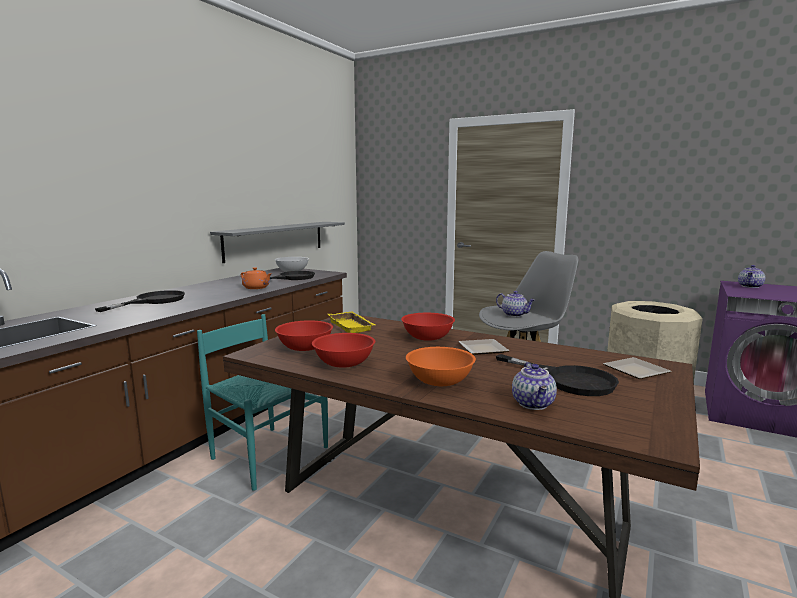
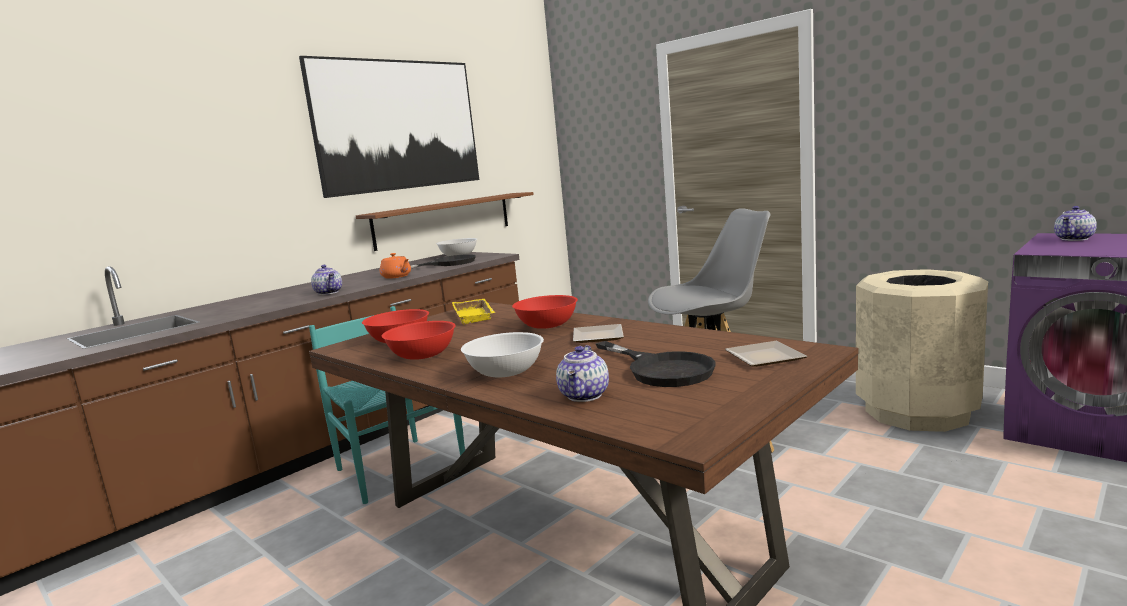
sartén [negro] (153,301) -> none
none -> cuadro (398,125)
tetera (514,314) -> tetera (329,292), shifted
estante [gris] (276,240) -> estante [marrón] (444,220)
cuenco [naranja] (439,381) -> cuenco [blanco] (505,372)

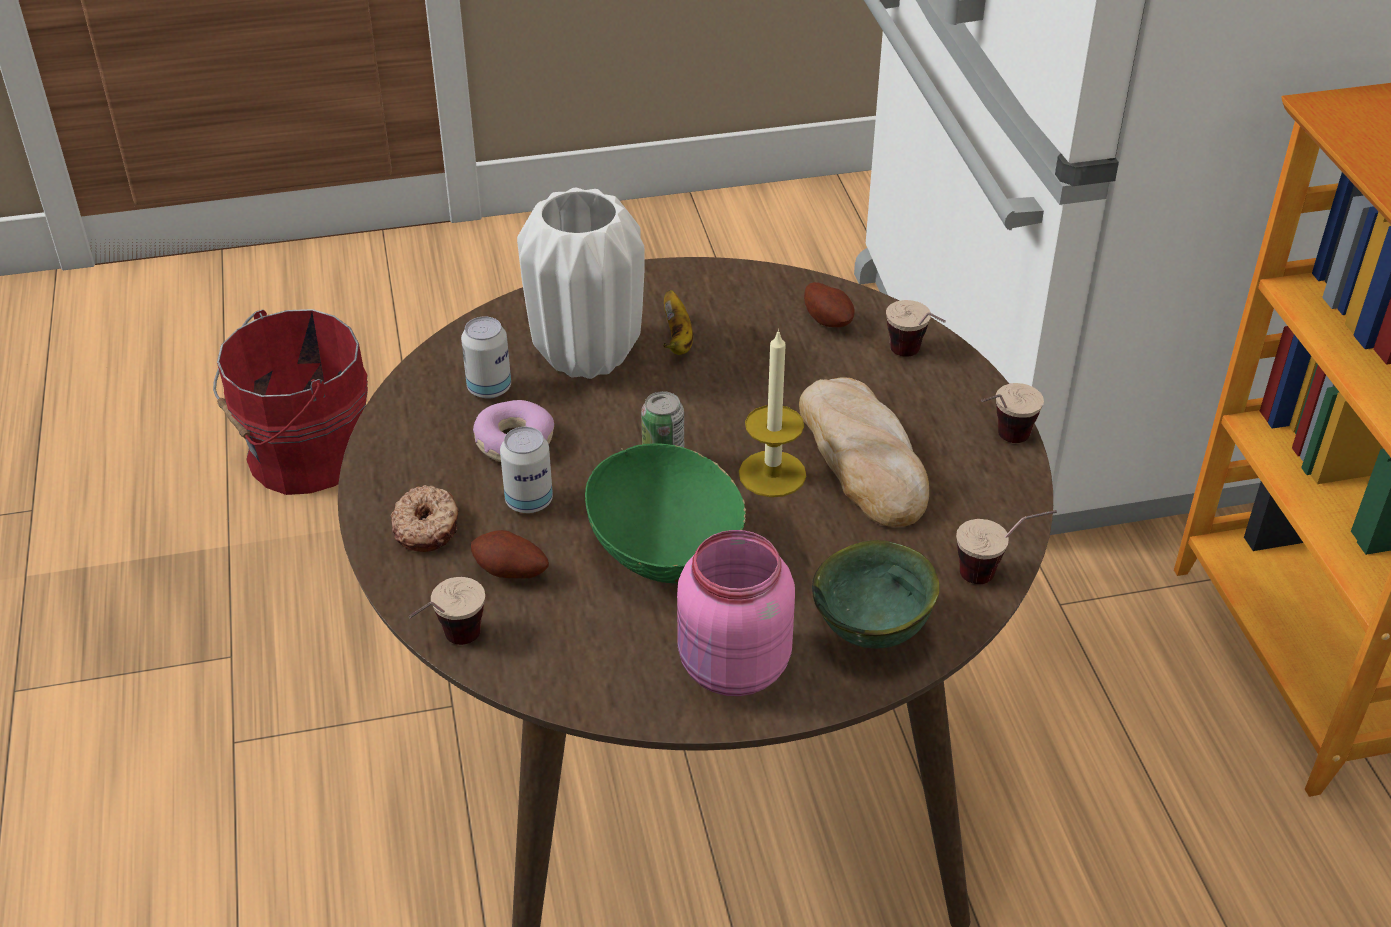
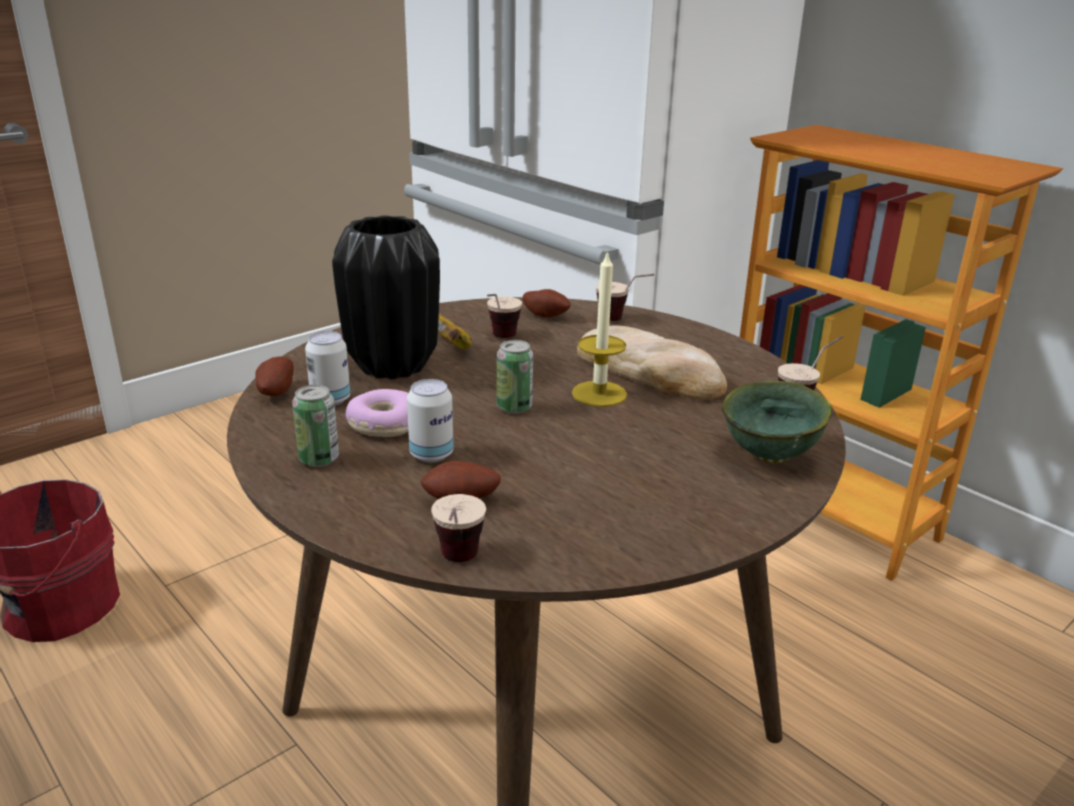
rosquilla (427,527) -> none
cuenco [verde] (667,550) -> none
tarro [rosa] (732,668) -> none
none -> patata (275,392)
none -> lata (319,459)
taza (1001,442) -> taza (499,339), shifted
florero [blanco] (588,356) -> florero [negro] (394,366)

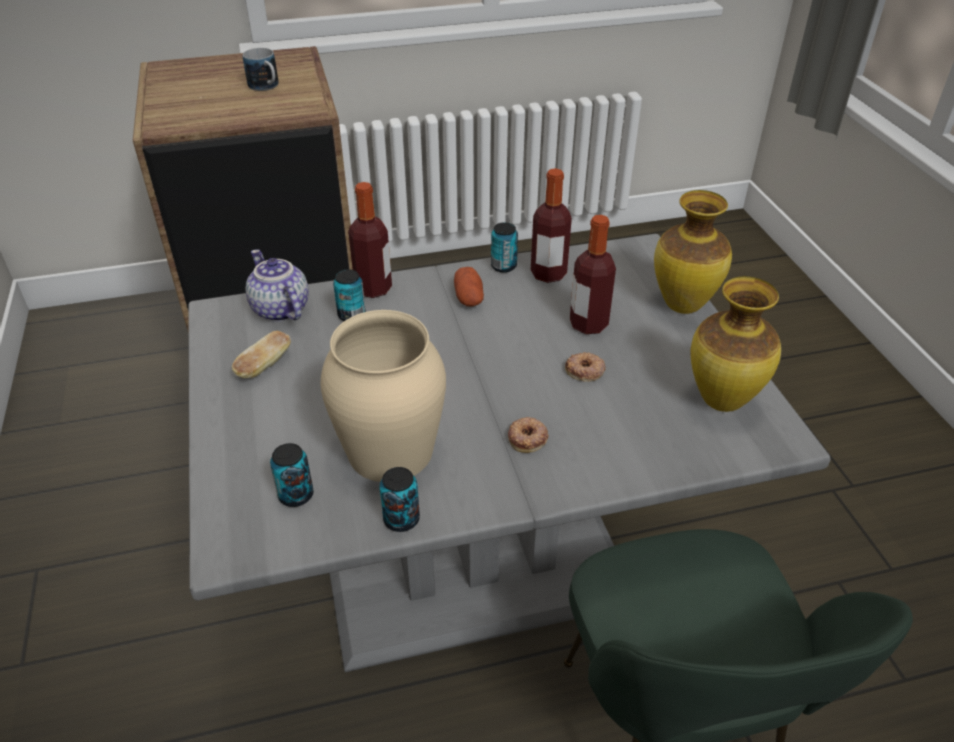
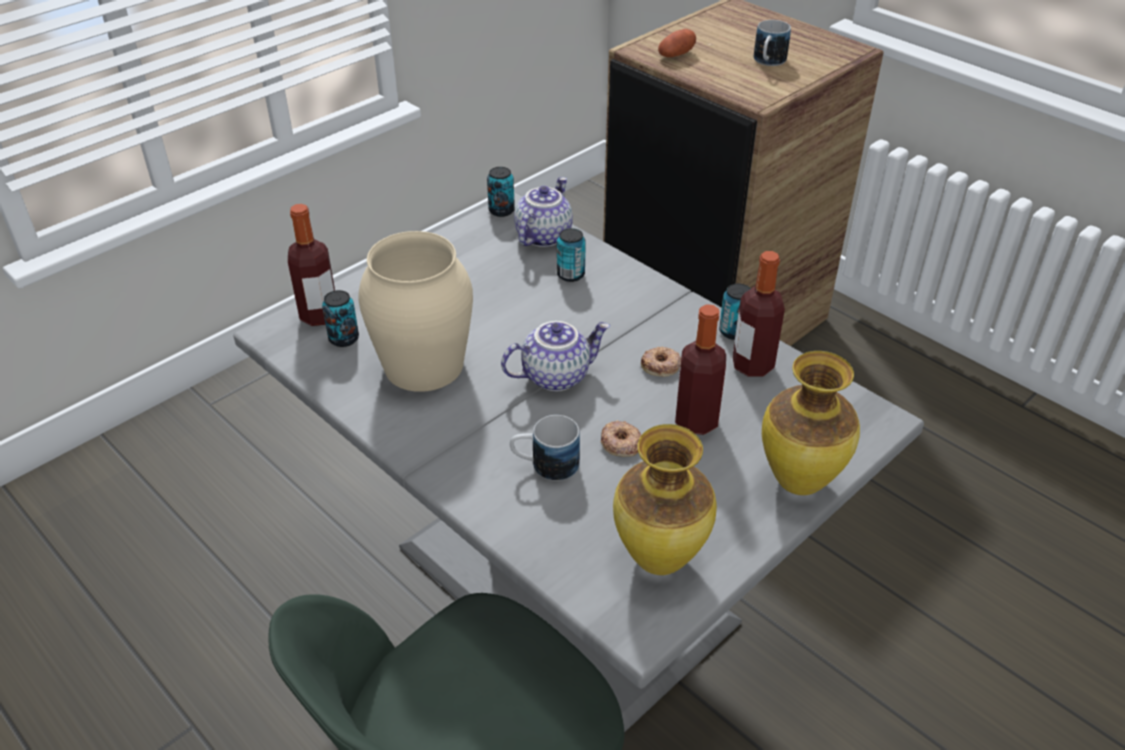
pan (264,366) -> none
none -> tetera (556,375)
none -> taza grande (545,465)
botella (373,288) -> botella (319,315), shifted
lata (401,519) -> lata (501,210), shifted
patata (469,297) -> patata (676,55), shifted
rosquilla (528,438) -> rosquilla (661,365), shifted

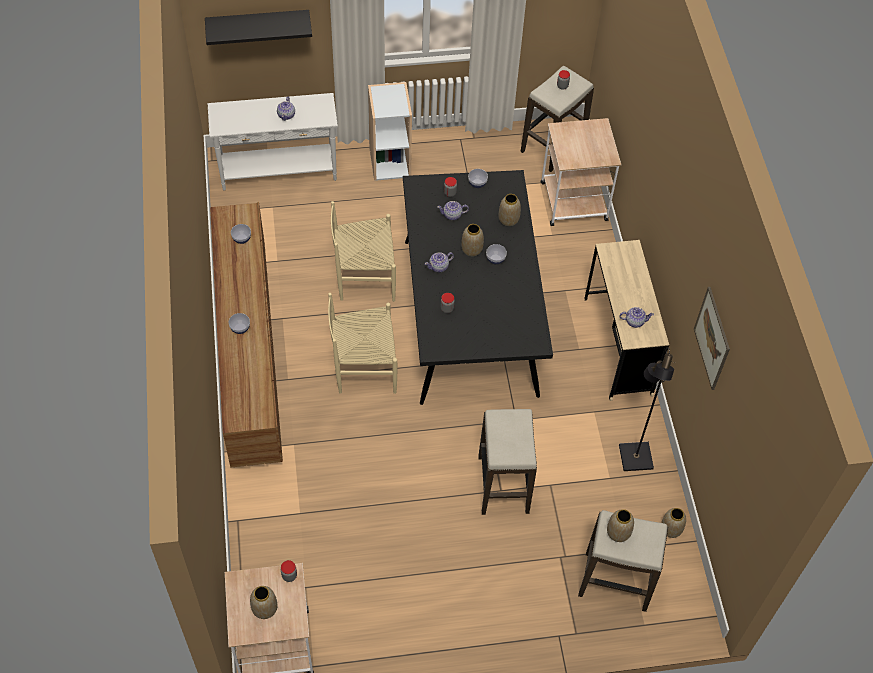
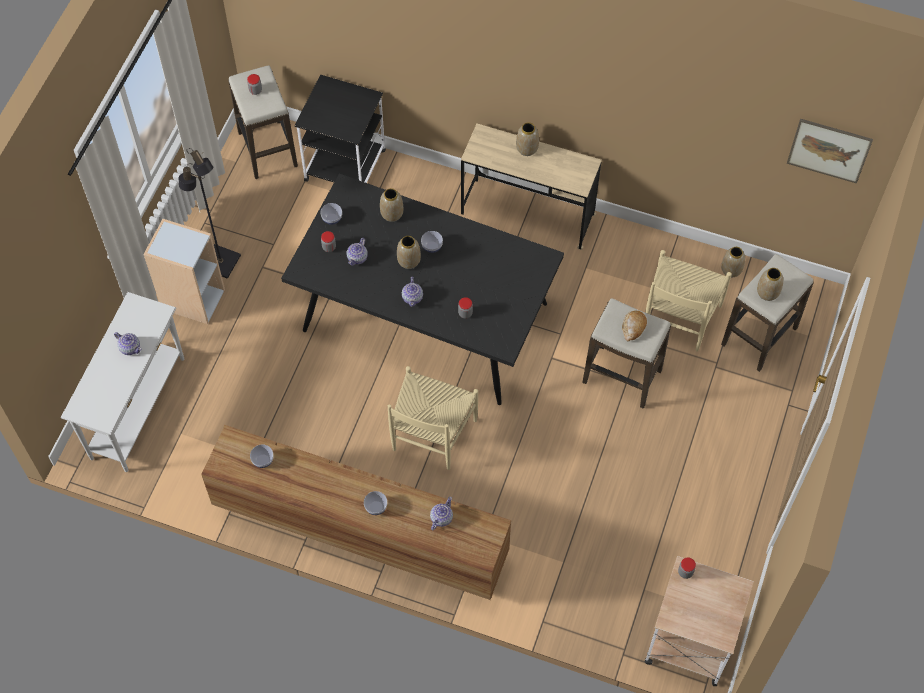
estante [negro] (258,24) -> none
none -> pan (633,327)
florero (264,608) -> florero (526,149), shifted
silla [beis] (364,277) -> silla [beis] (678,319), shifted
lámpara de pie [negro] (636,457) -> lámpara de pie [negro] (220,261), shifted
tetera (634,321) -> tetera (441,518), shifted
cuadro (712,338) -> cuadro (829,150), shifted
carrito [beis] (574,202) -> carrito [negro] (346,166)

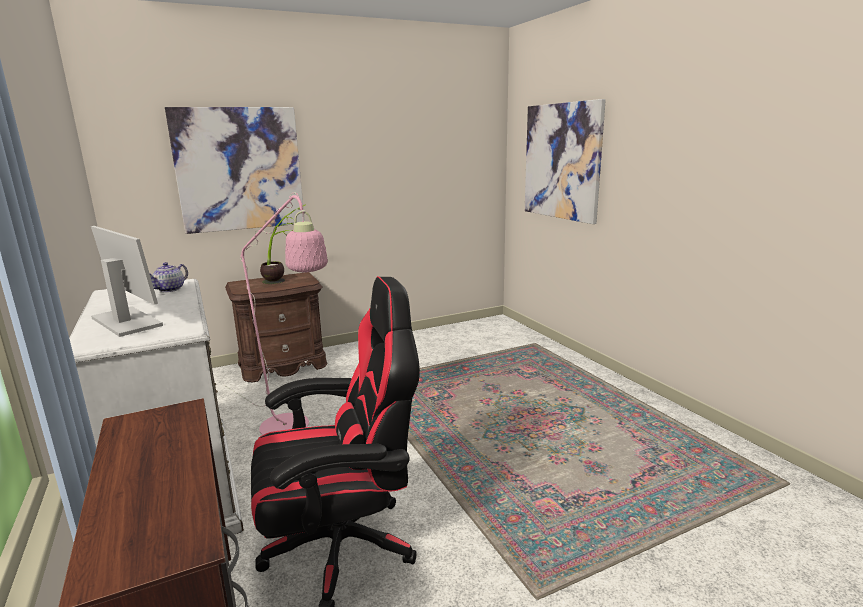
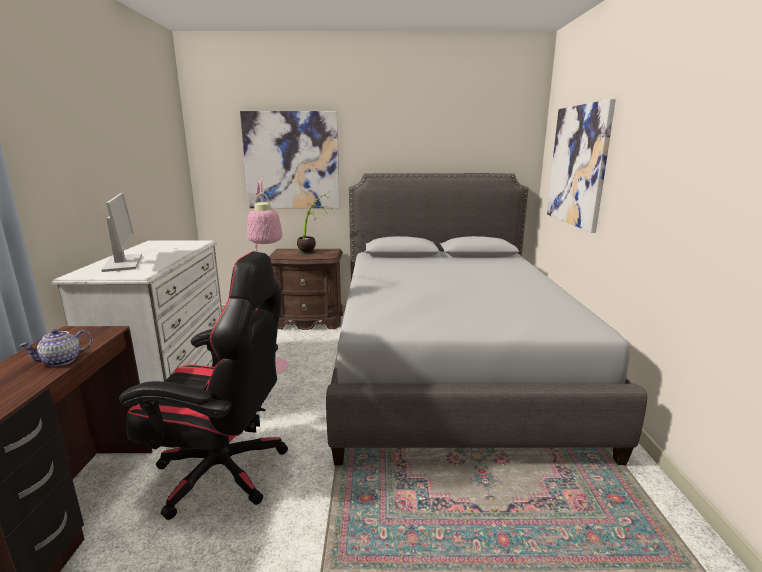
none -> cama [gris] (449,366)
tetera (170,289) -> tetera (62,361), shifted

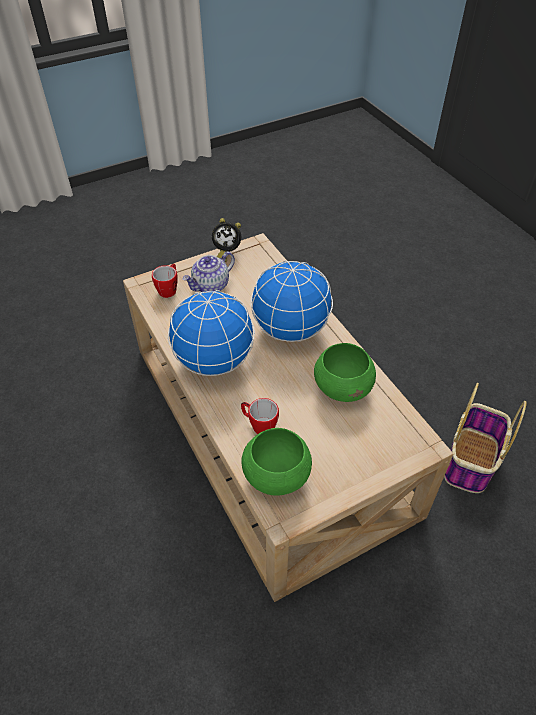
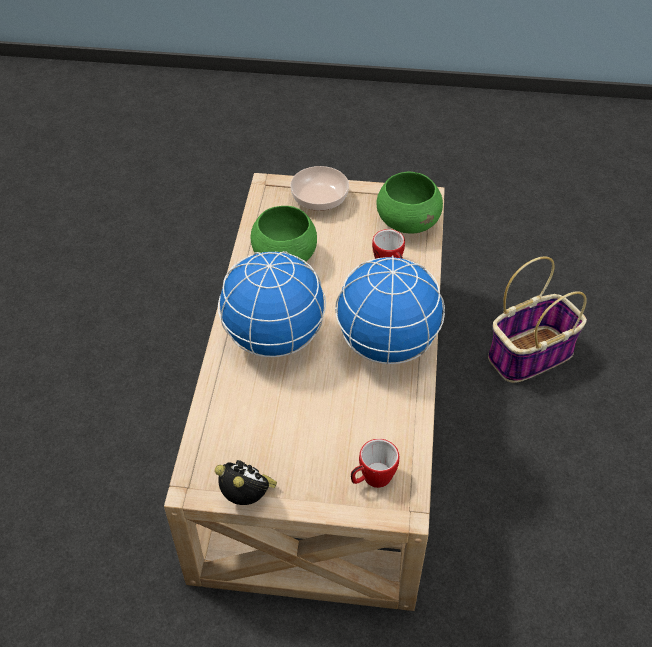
tetera (211,286) -> none
none -> cuenco (319,199)
cesta (471,461) -> cesta (531,354), shifted

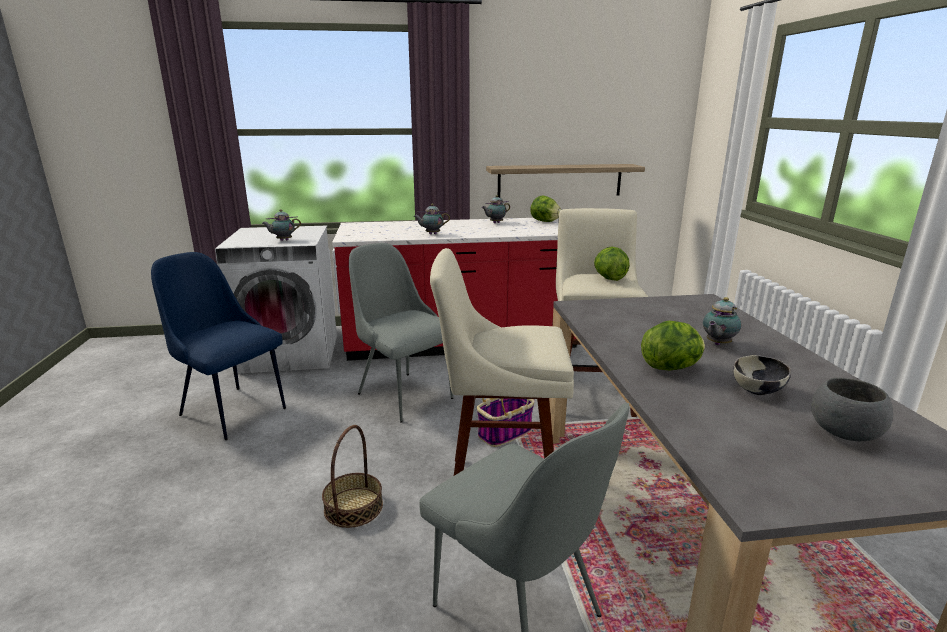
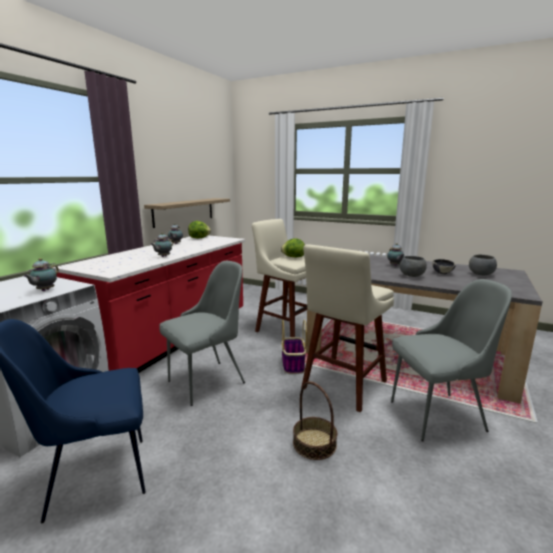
lechuga (671,367) -> cuenco [gris] (412,276)
silla [gris] (403,396) -> silla [gris] (207,381), 150 degrees clockwise

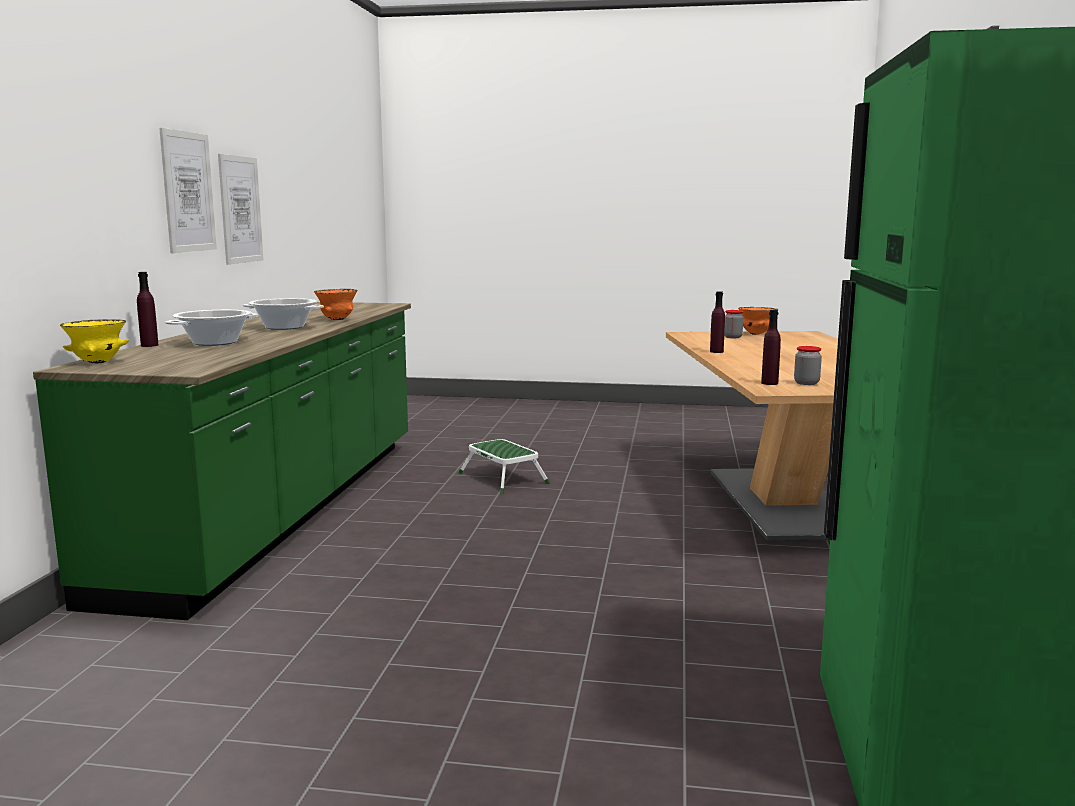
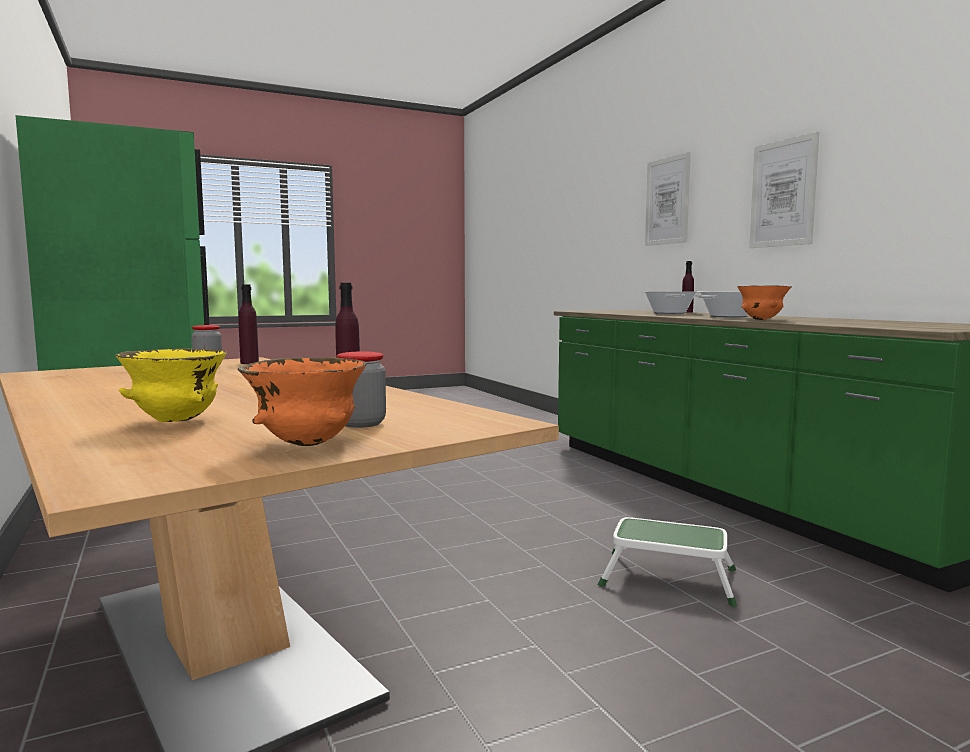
cuenco [amarillo] (98,362) -> cuenco [amarillo] (176,421), shifted
cuadro (240,209) -> cuadro (667,201), shifted

